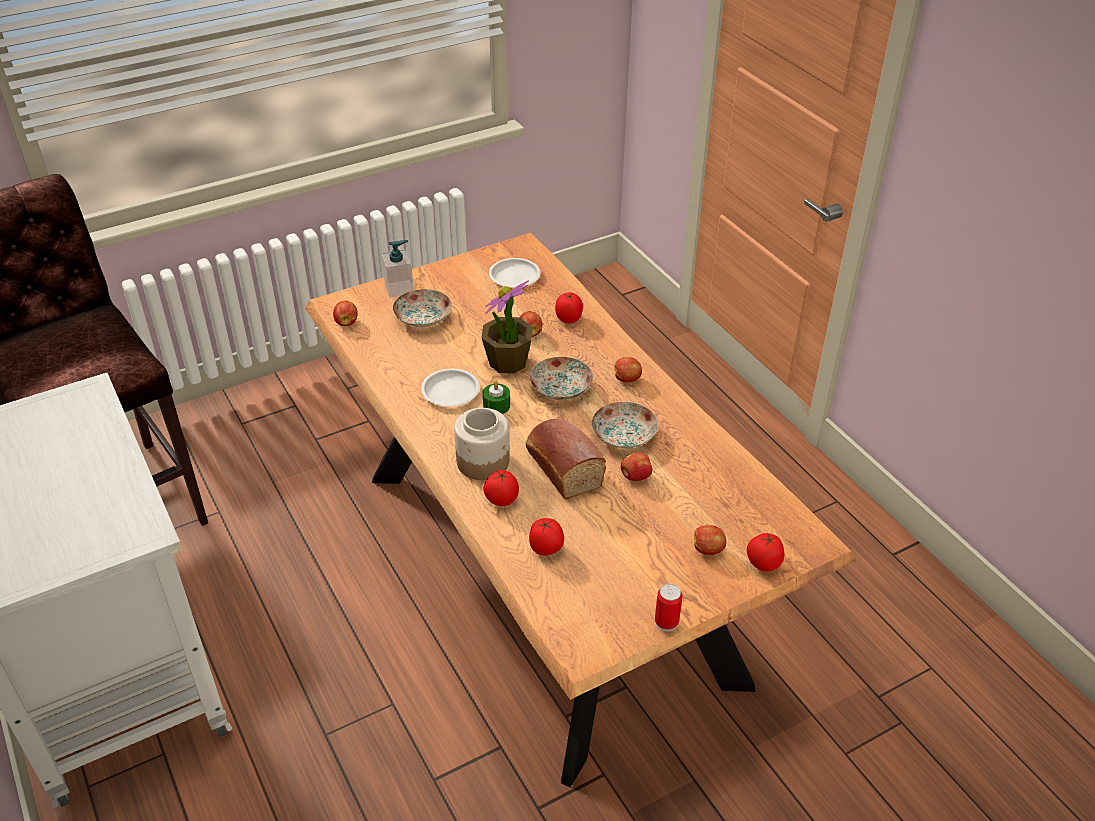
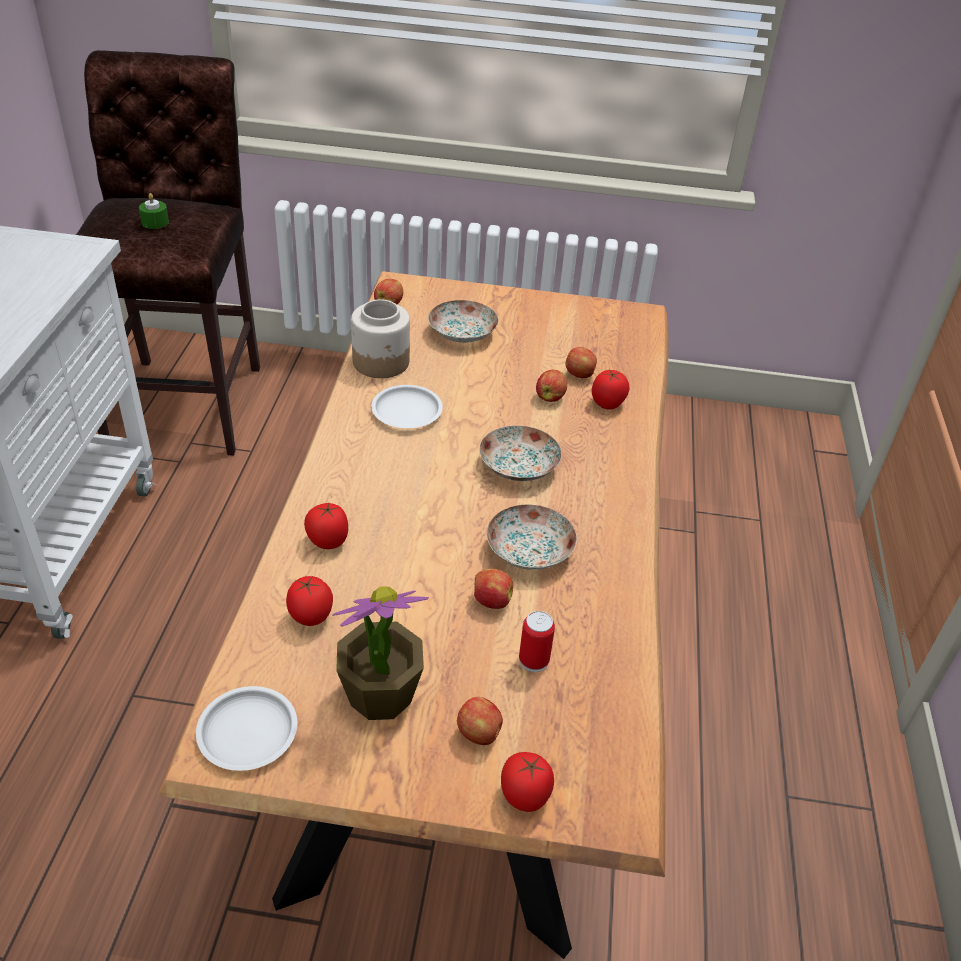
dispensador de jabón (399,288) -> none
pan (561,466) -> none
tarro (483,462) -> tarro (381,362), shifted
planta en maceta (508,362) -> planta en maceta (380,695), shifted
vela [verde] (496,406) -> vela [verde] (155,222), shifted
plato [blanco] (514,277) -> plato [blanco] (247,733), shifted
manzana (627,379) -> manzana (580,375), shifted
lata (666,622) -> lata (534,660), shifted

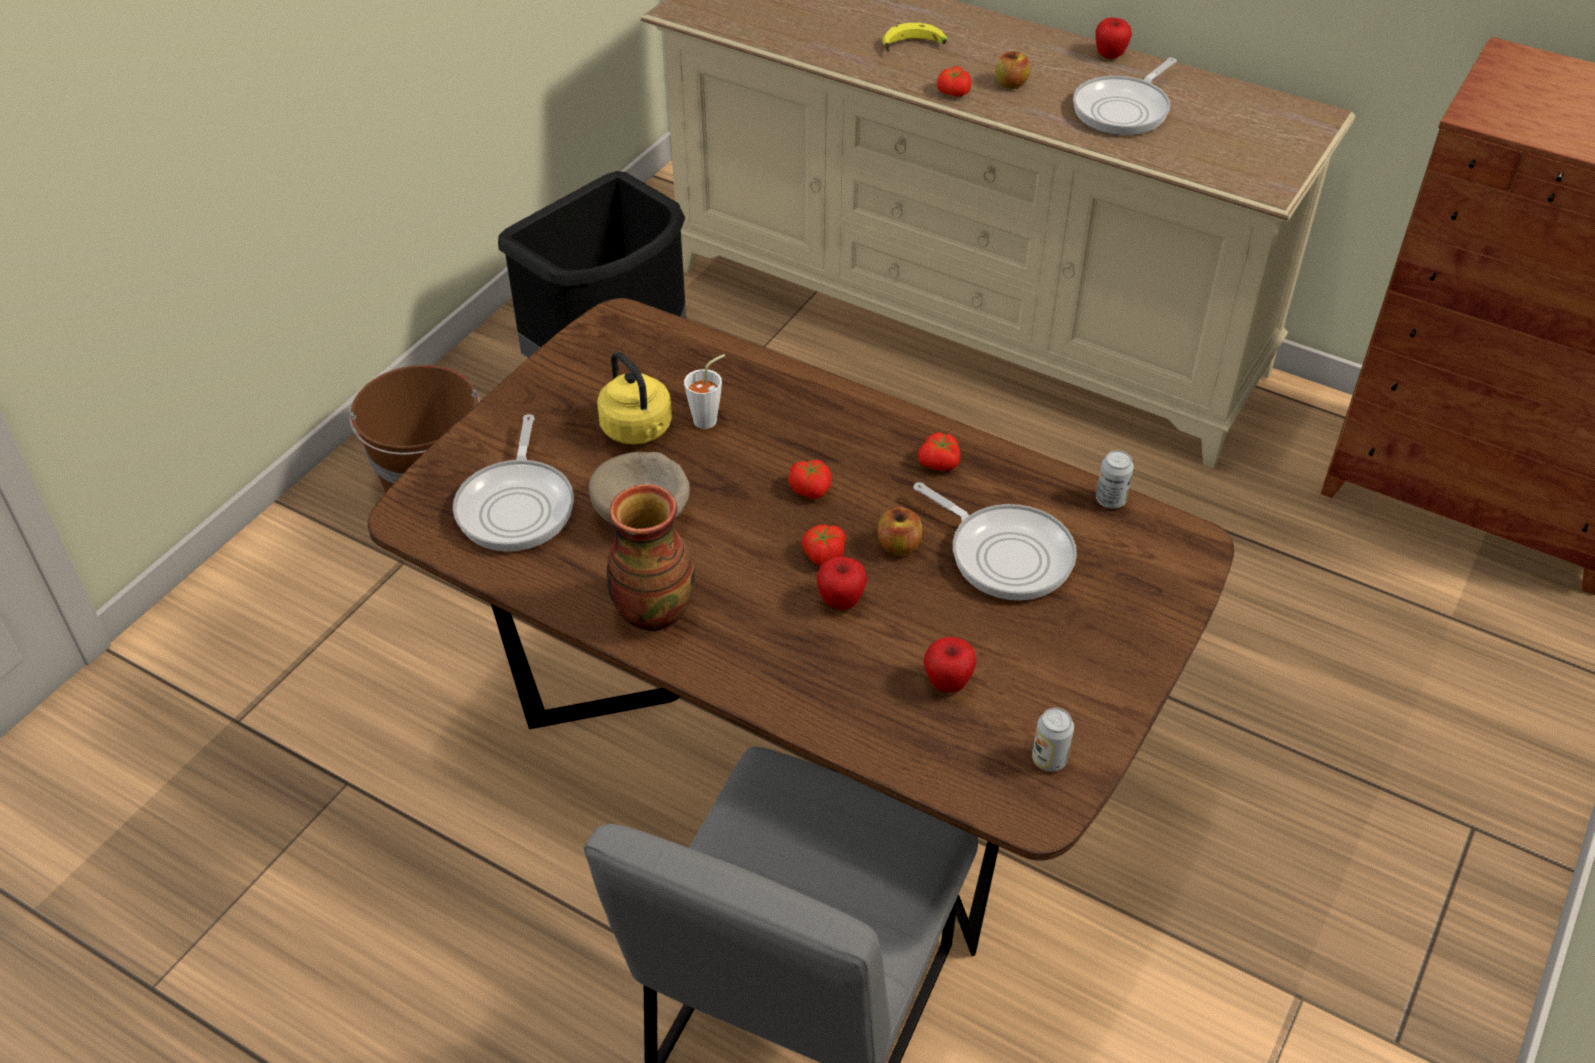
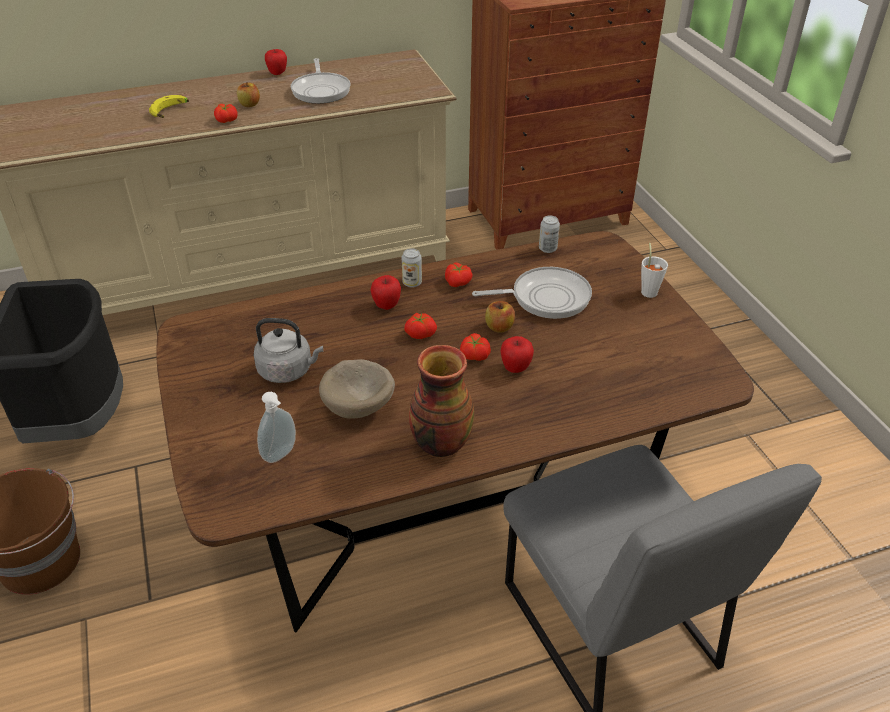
taza [blanco] (710,418) -> taza [blanco] (648,290), shifted
manzana (947,683) -> manzana (386,306), shifted
lata (1049,759) -> lata (412,283), shifted
sartén (517,506) -> dispensador de jabón (281,455)
hervidor [amarillo] (638,430) -> hervidor [gris] (288,370)

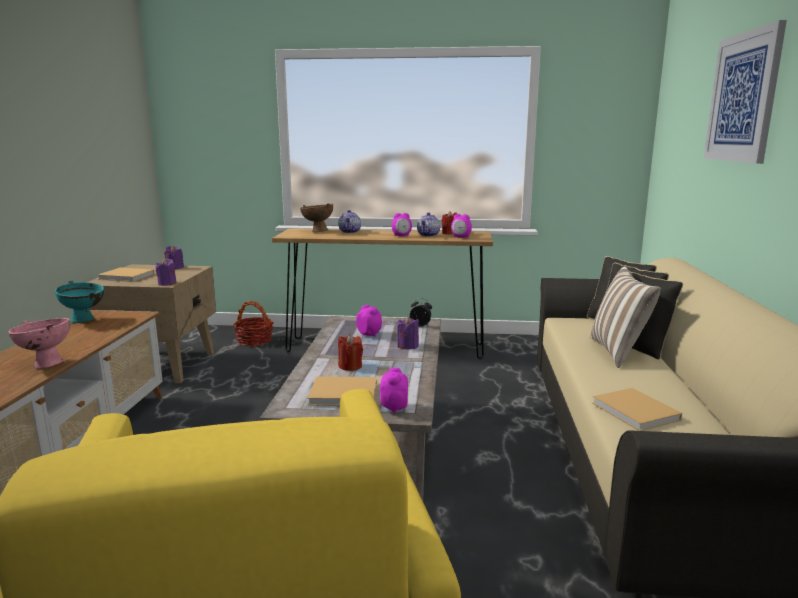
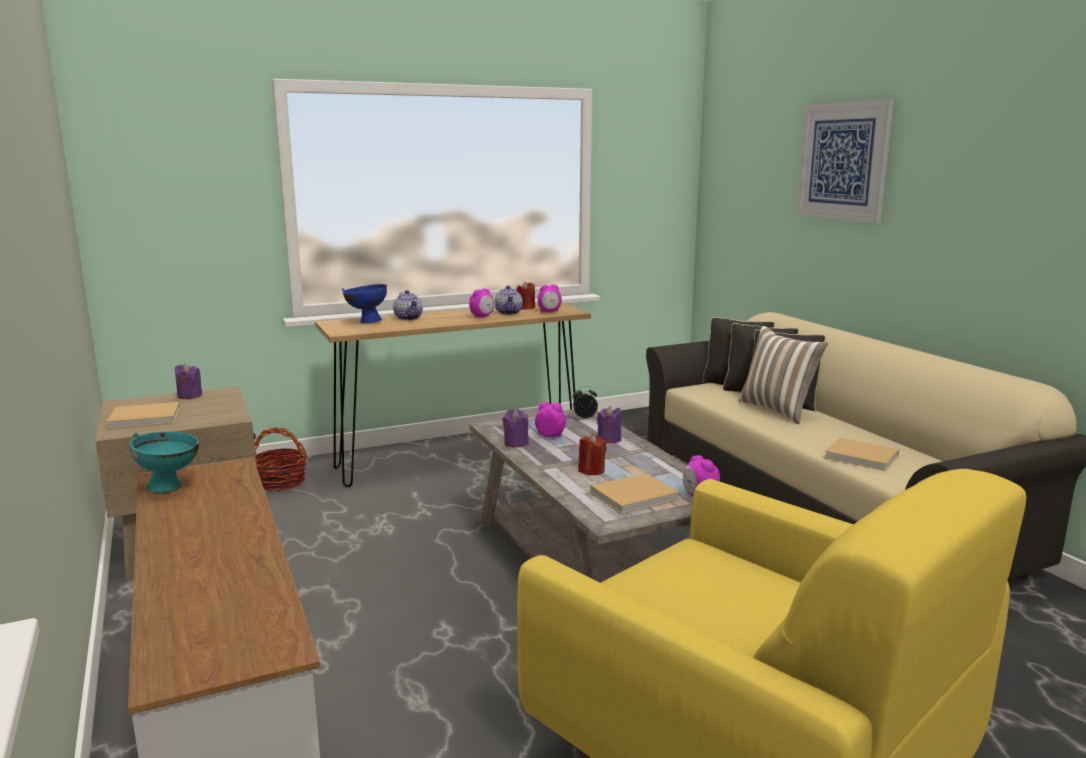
cuenco [rosa] (45,363) -> none
vela [morado] (167,283) -> vela [morado] (516,443), shifted
cuenco [marrón] (317,231) -> cuenco [azul] (366,322)

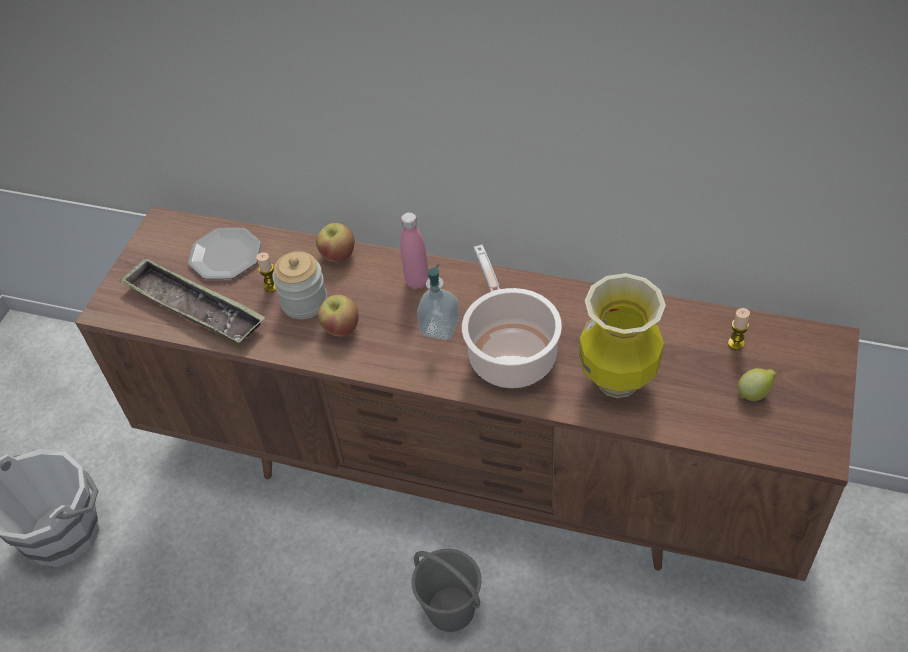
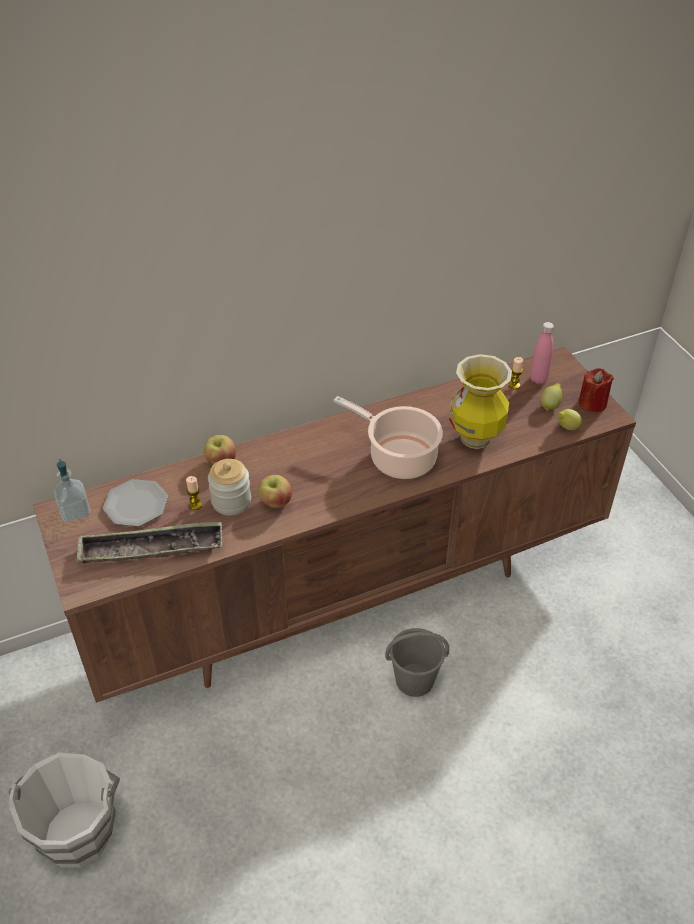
none -> limón (566,428)
none -> vela [rojo] (592,403)
botella [rosa] (417,282) -> botella [rosa] (538,379), shifted
dispensador de jabón (440,327) -> dispensador de jabón (75,511), shifted

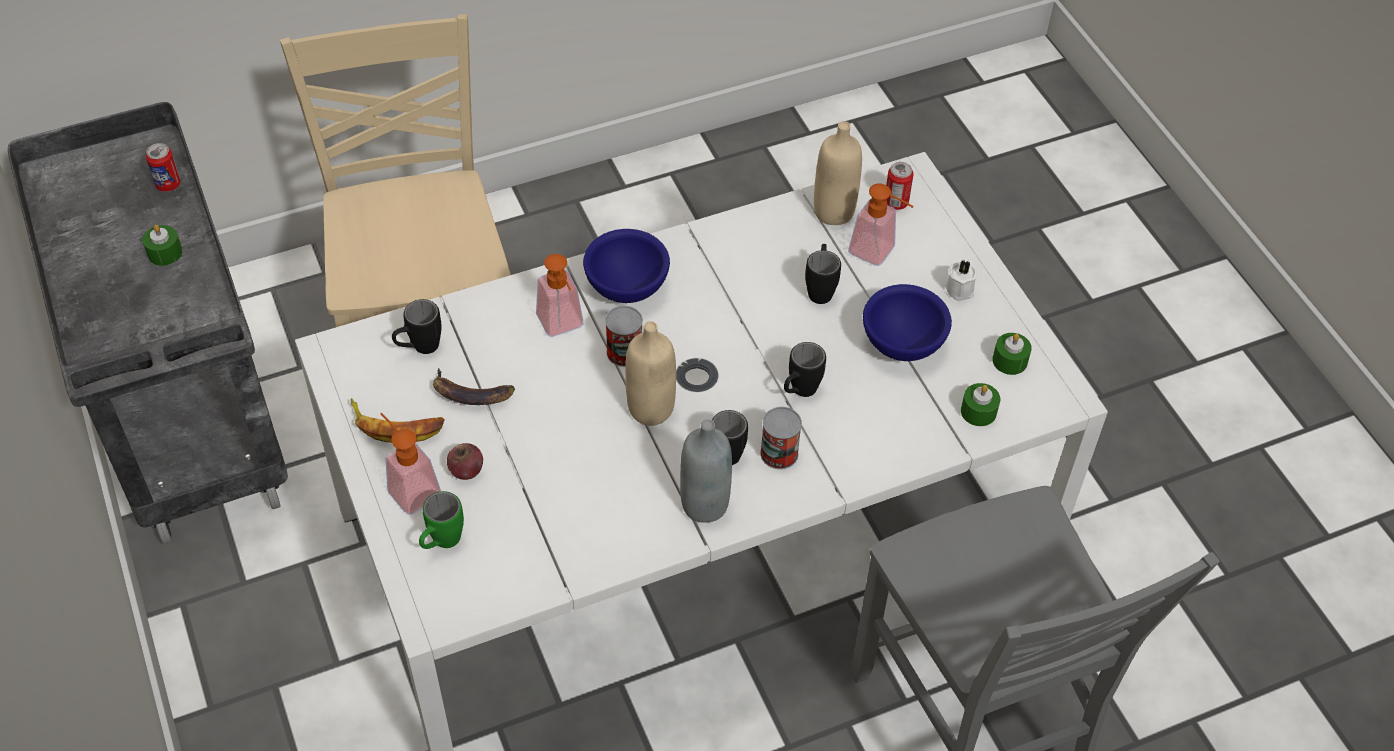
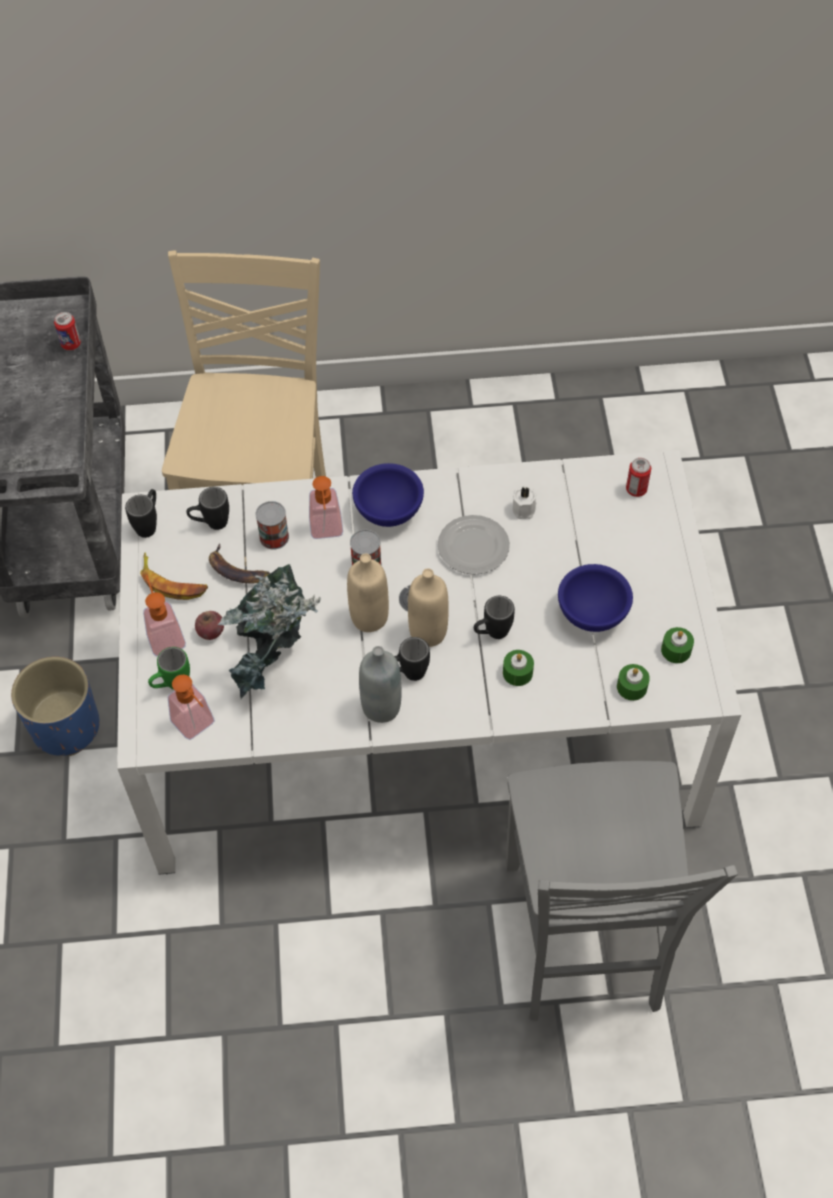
none -> maceta [azul] (66,727)
none -> planta en maceta (275,661)
none -> plato (473,546)
vela [verde] (165,252) -> vela [verde] (517,672), shifted
lata (779,453) -> lata (274,537), shifted
taza grande [negro] (820,288) -> taza grande [negro] (149,524), shifted
botella [beis] (833,211) -> botella [beis] (428,632), shifted
dispensador de jabón (878,253) -> dispensador de jabón (197,726), shifted
vela [blanco] (960,288) -> vela [blanco] (525,509), shifted

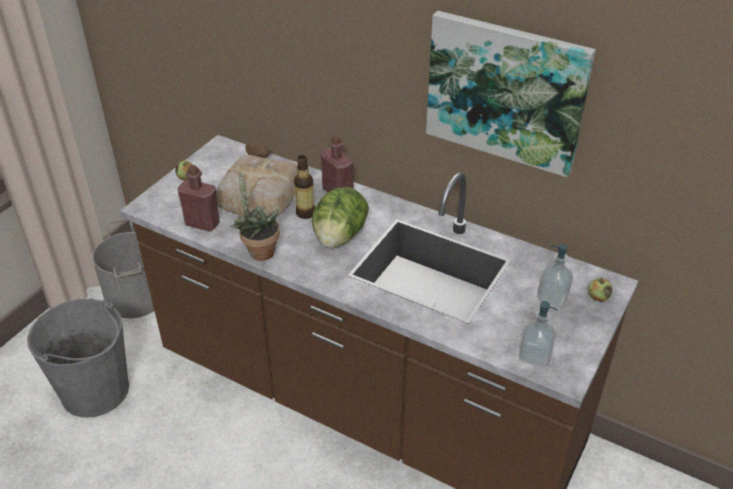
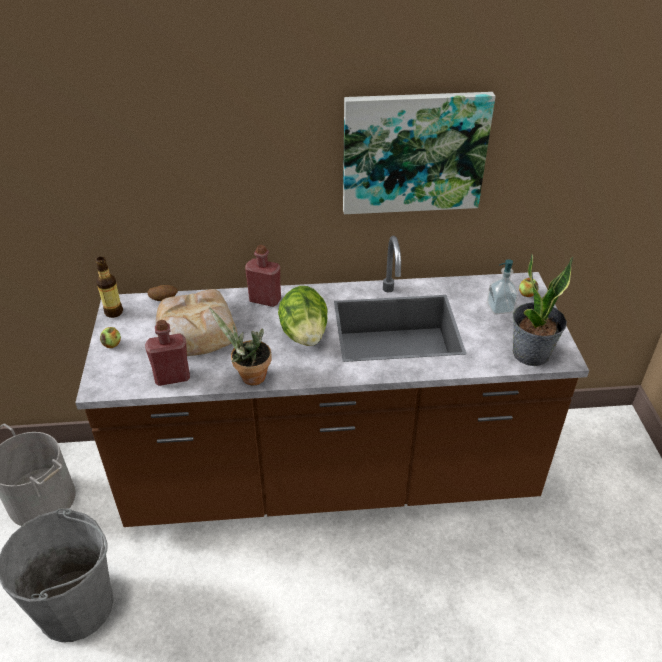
botella (305,213) -> botella (114,312), shifted
dispensador de jabón (534,355) -> planta en maceta (531,354)

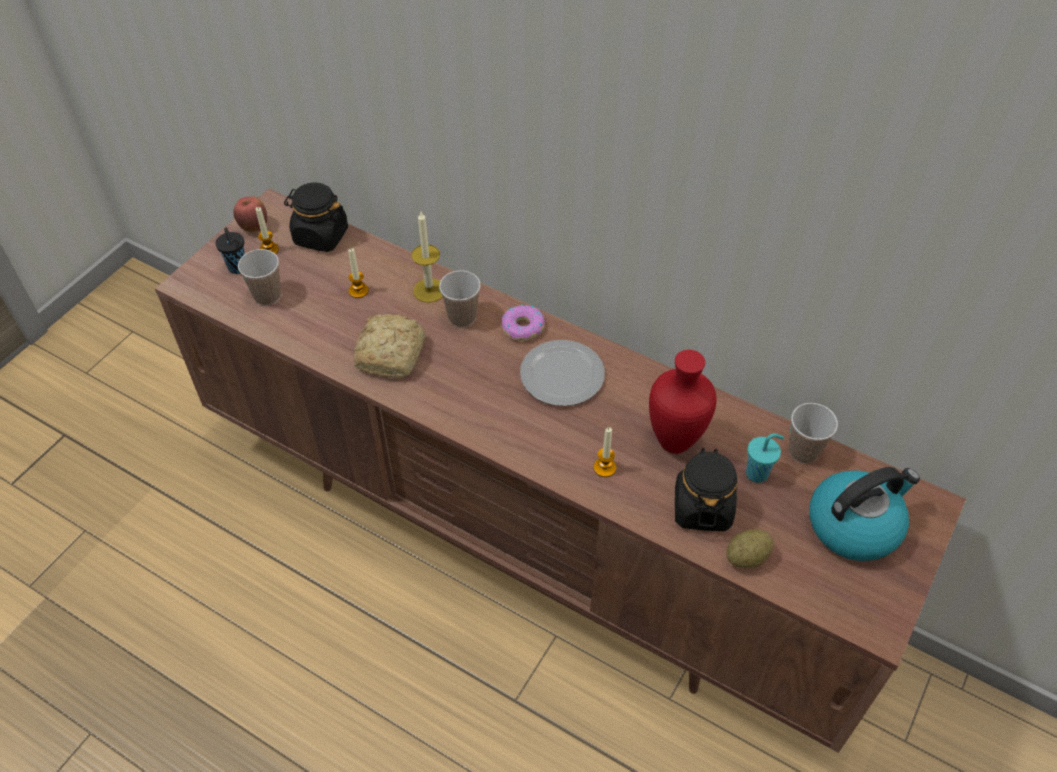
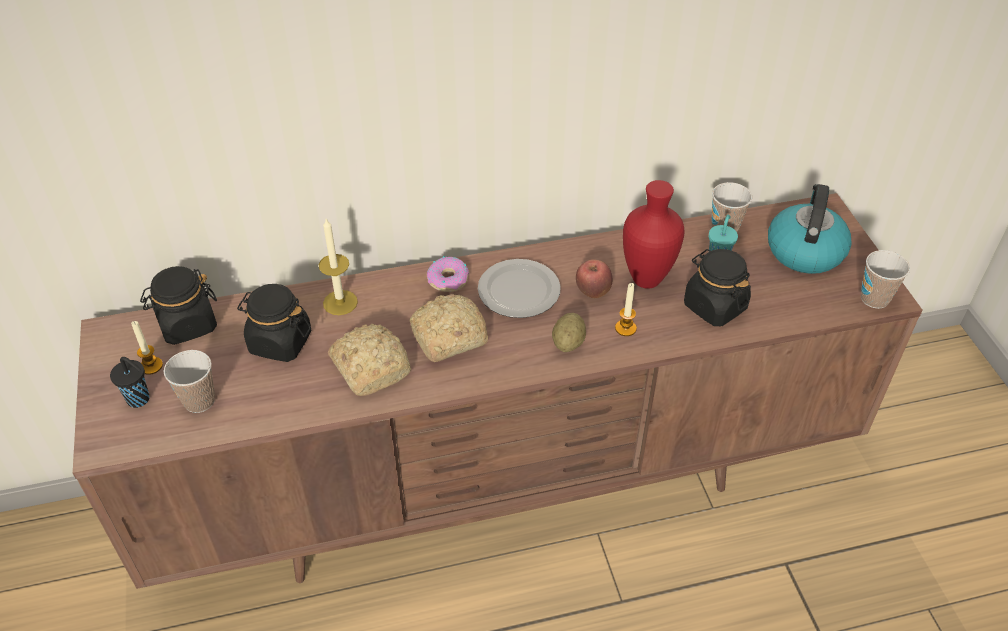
none -> pan (446,337)
manzana (254,227) -> manzana (592,292), shifted
taza (462,317) -> taza (874,299), shifted
patata (747,557) -> patata (568,343), shifted
vela (358,291) -> tarro [negro] (280,342)

